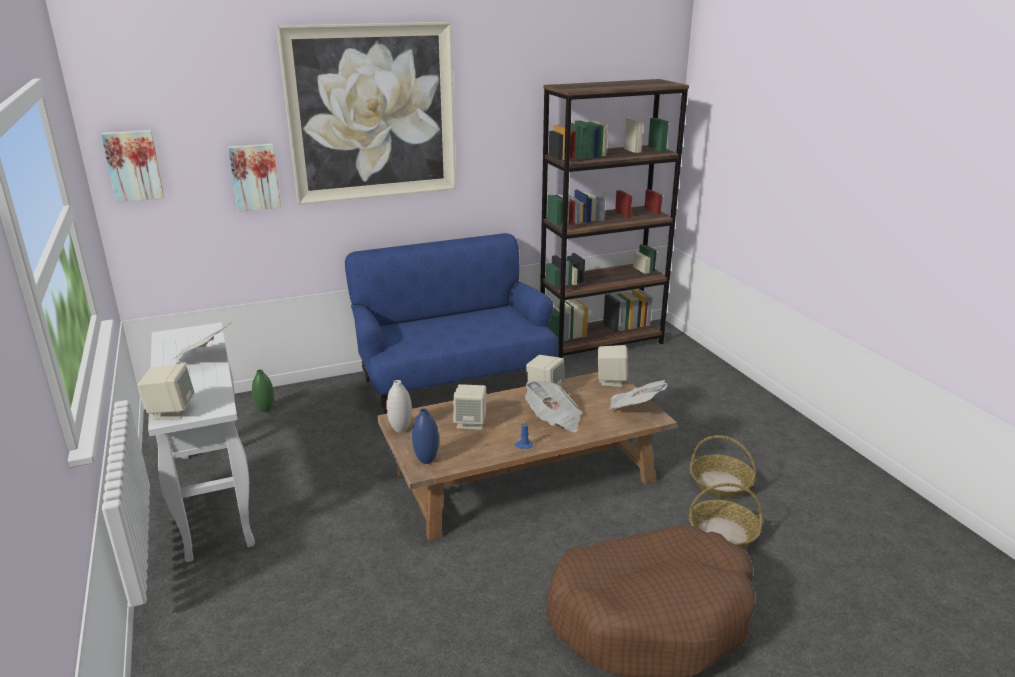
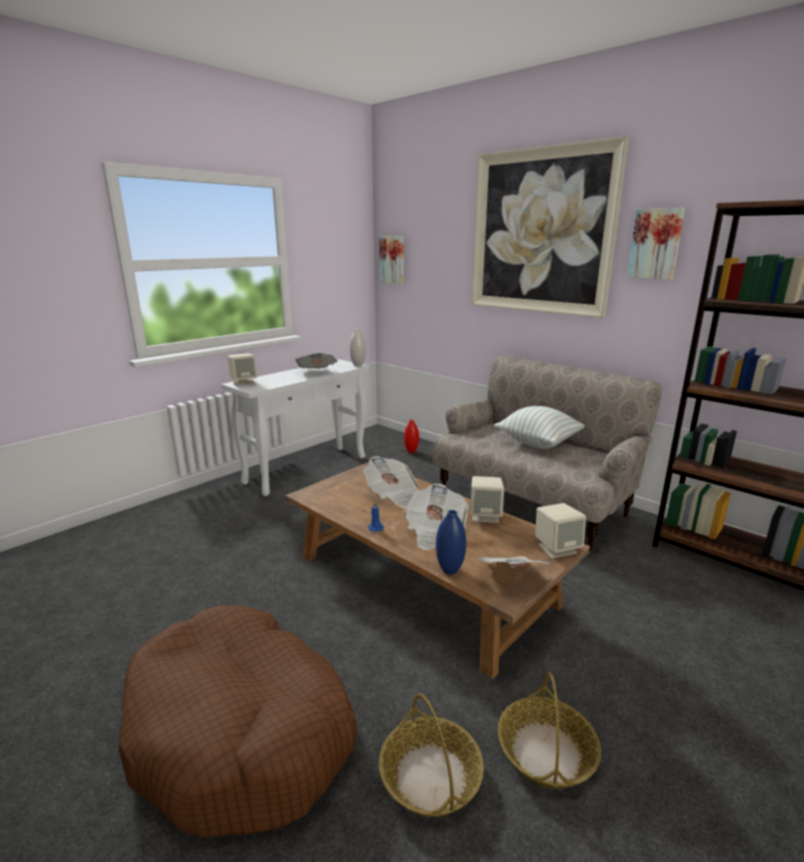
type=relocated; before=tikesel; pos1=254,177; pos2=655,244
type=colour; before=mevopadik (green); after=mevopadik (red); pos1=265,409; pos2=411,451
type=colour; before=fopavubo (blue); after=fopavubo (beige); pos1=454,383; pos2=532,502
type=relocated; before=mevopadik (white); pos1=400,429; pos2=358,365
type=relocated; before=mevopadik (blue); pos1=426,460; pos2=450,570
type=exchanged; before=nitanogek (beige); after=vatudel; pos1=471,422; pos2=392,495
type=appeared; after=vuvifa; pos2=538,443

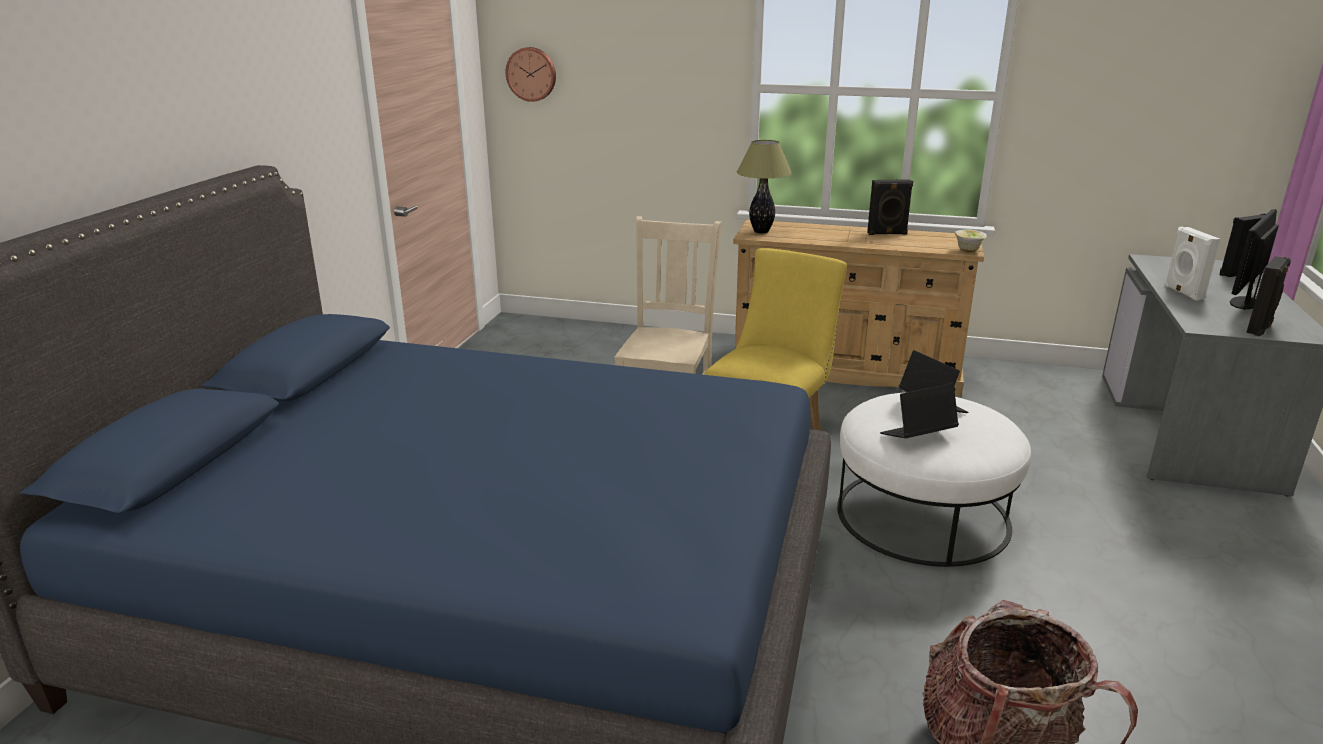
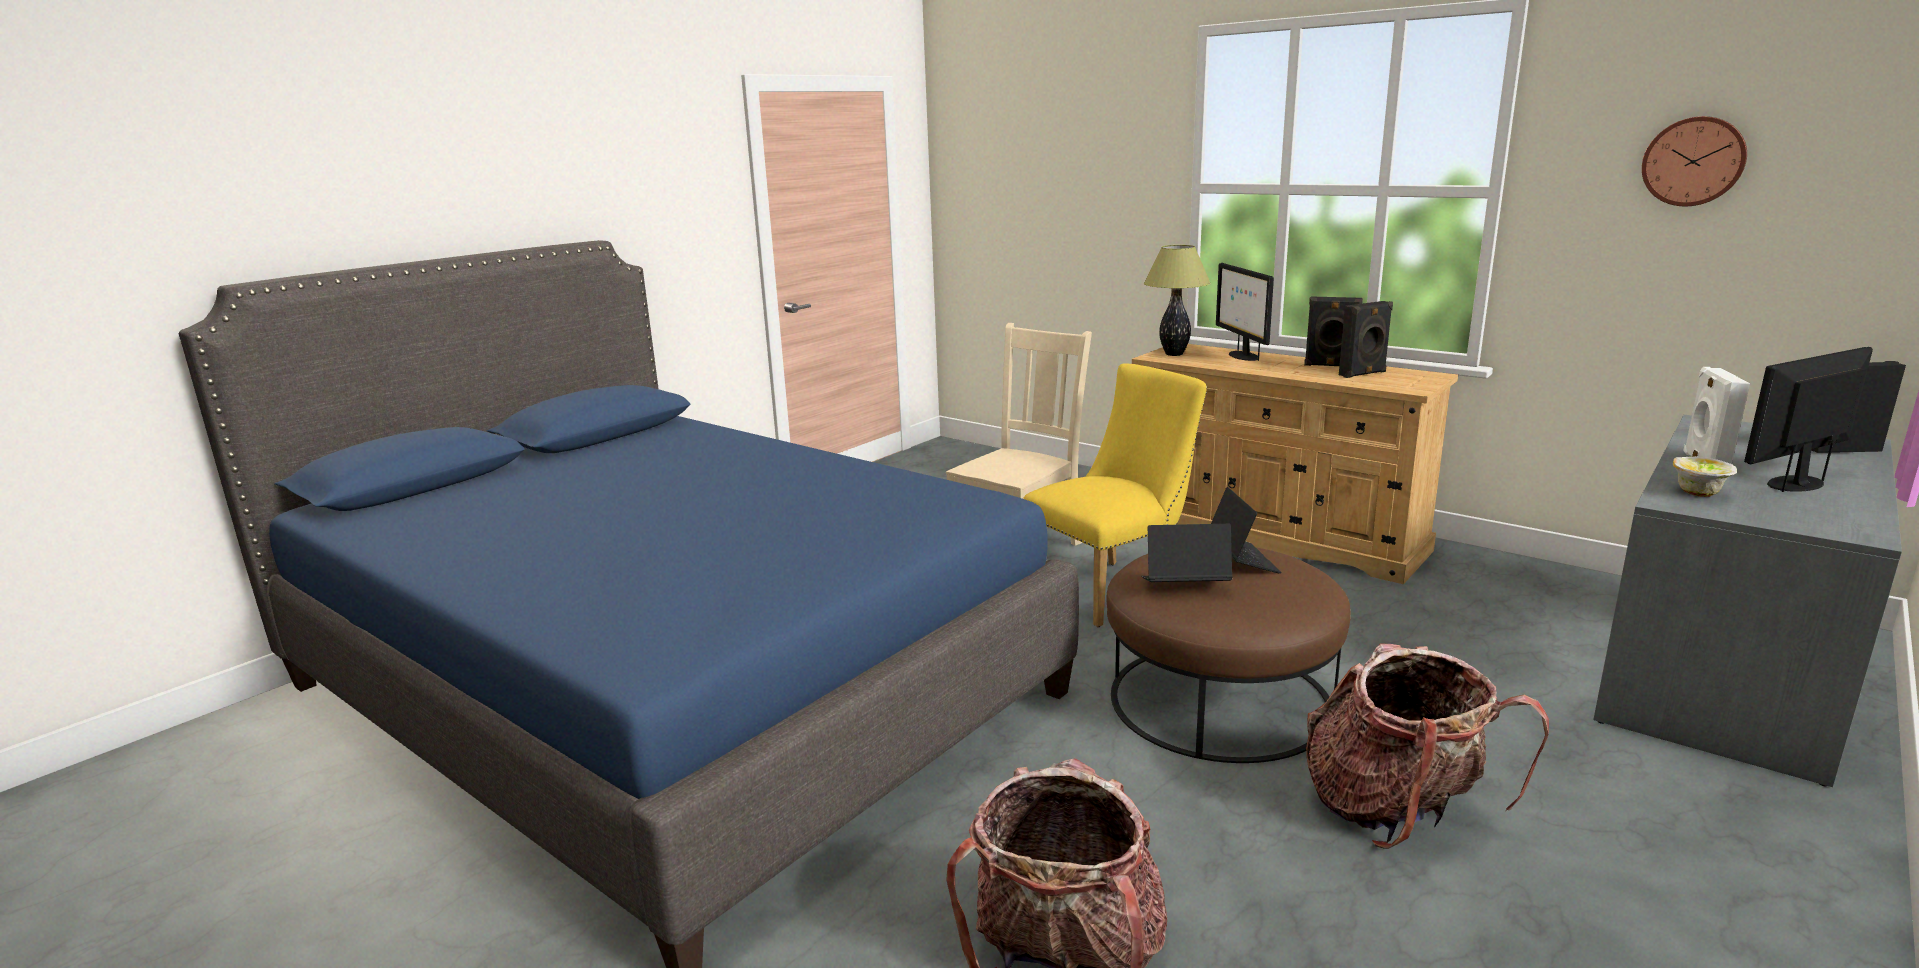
type=relocated; before=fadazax; pos1=531,74; pos2=1693,161
type=colour; before=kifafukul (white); after=kifafukul (brown); pos1=922,515; pos2=1219,699
type=relocated; before=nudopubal; pos1=968,250; pos2=1699,493
type=relocated; before=nitanogek (black); pos1=1260,328; pos2=1363,374
type=appeared; after=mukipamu; pos2=1242,356
type=appeared; after=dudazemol; pos2=1397,812

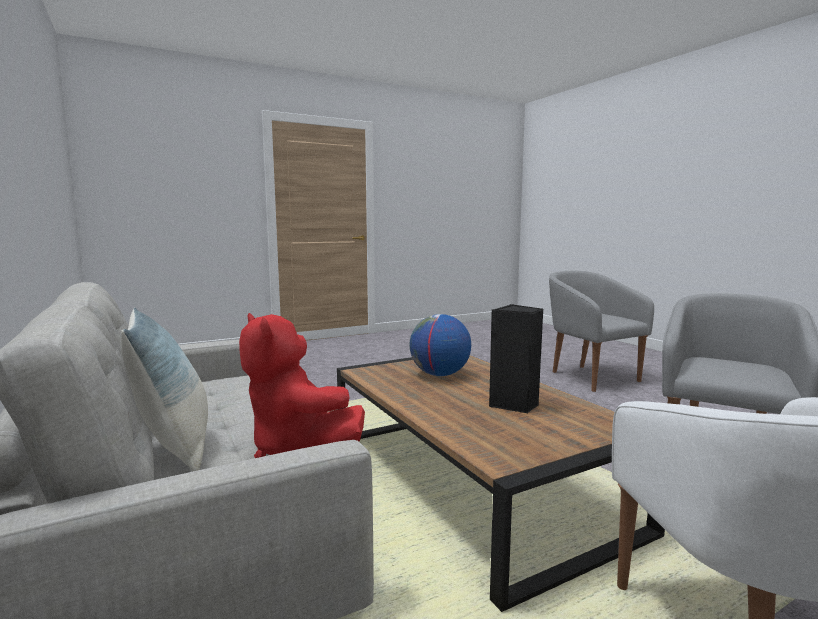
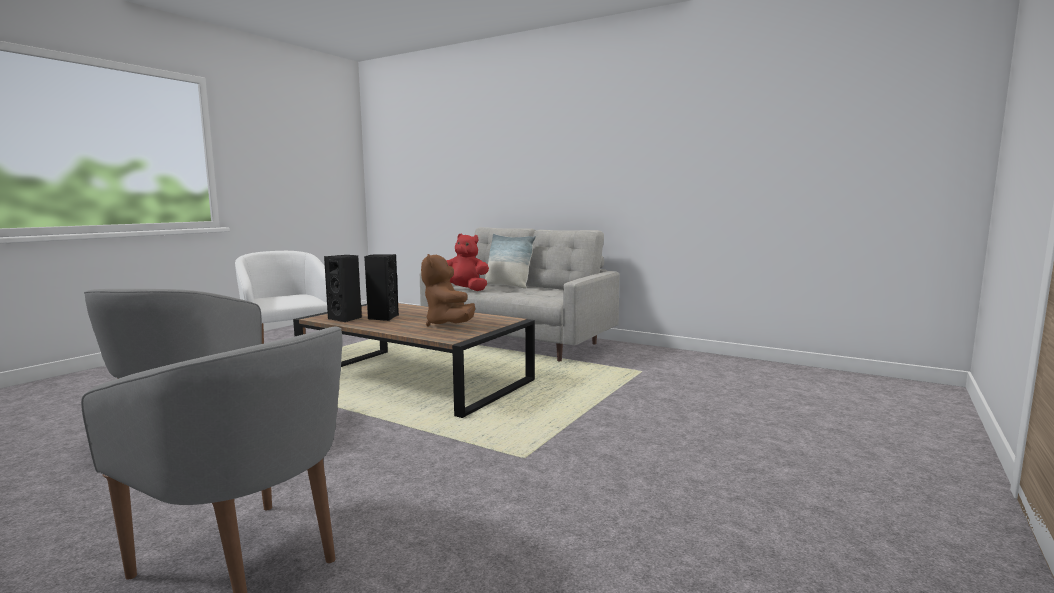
type=exchanged; before=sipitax; after=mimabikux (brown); pos1=439,374; pos2=448,324
type=appeared; after=nitanogek (black); pos2=346,318

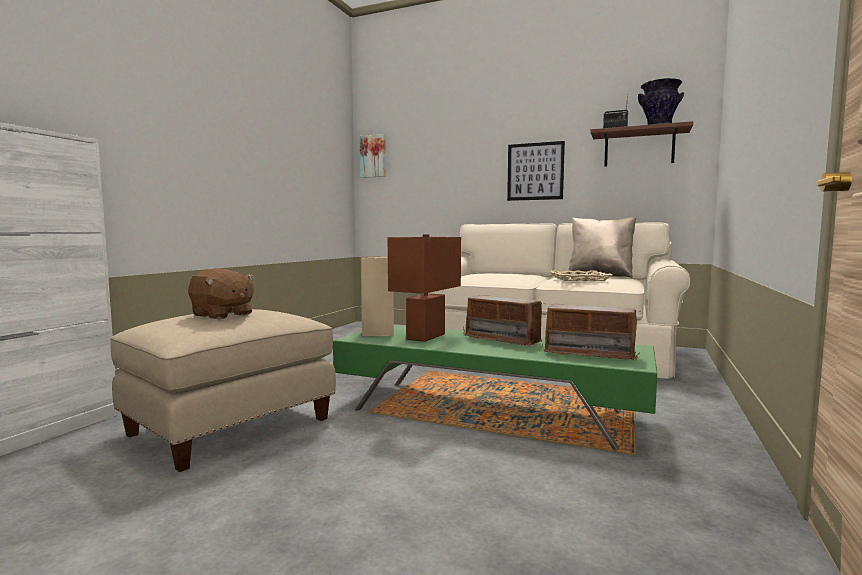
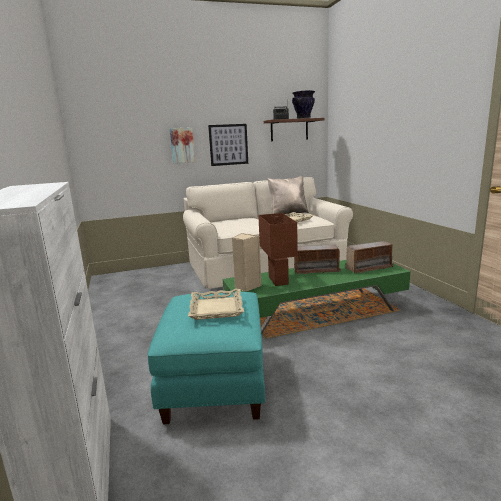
type=colour; before=kifafukul (beige); after=kifafukul (turquoise); pos1=230,426; pos2=214,383
type=exchanged; before=mimabikux (brown); after=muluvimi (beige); pos1=222,315; pos2=216,308
type=relocated; before=tikesel; pos1=373,156; pos2=182,145

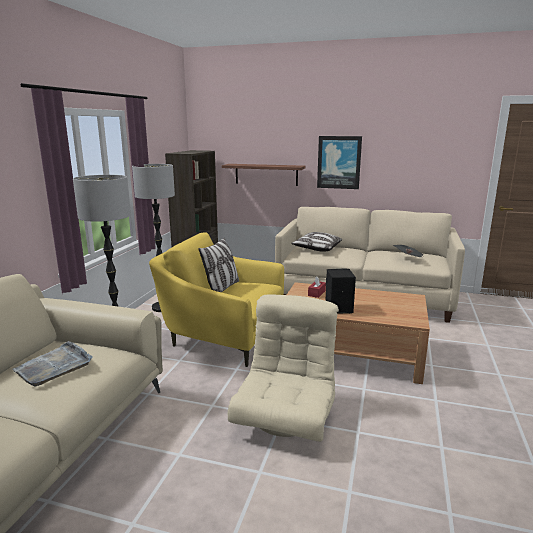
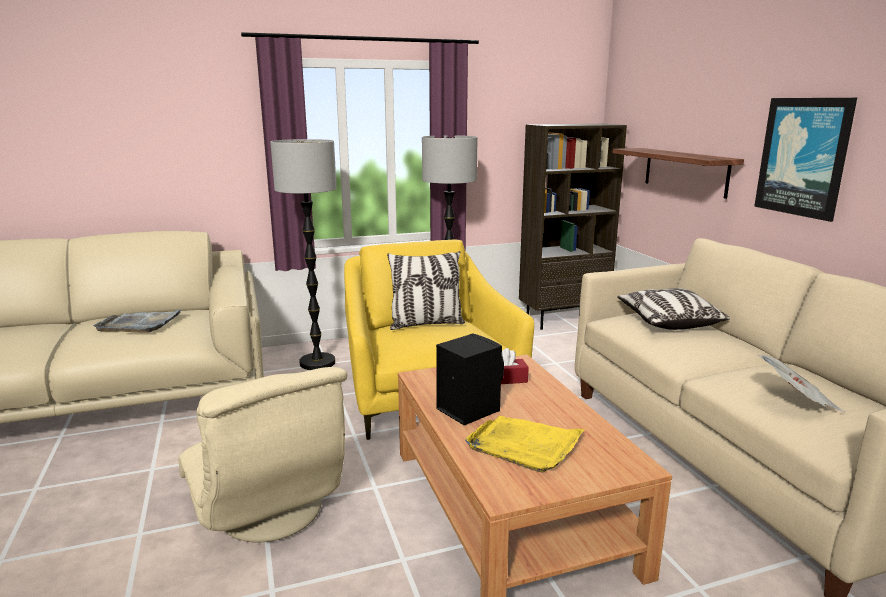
type=spun; before=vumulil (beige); pos1=286,417; pos2=268,512; turn=75
type=appeared; after=muluvimi (yellow); pos2=524,445

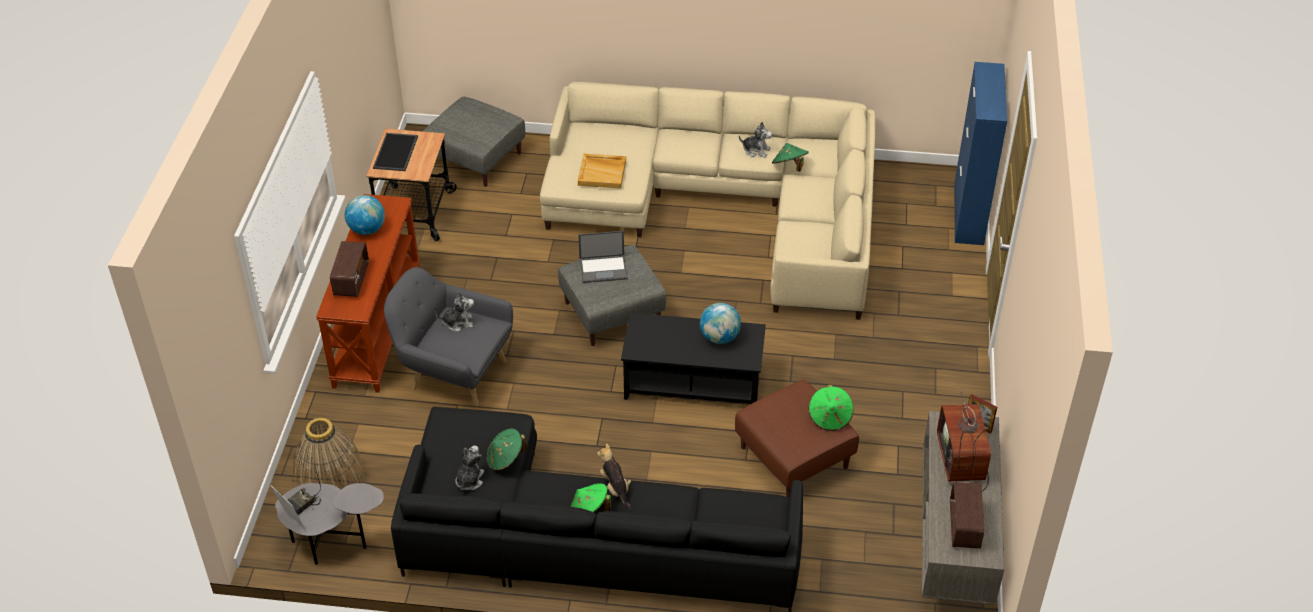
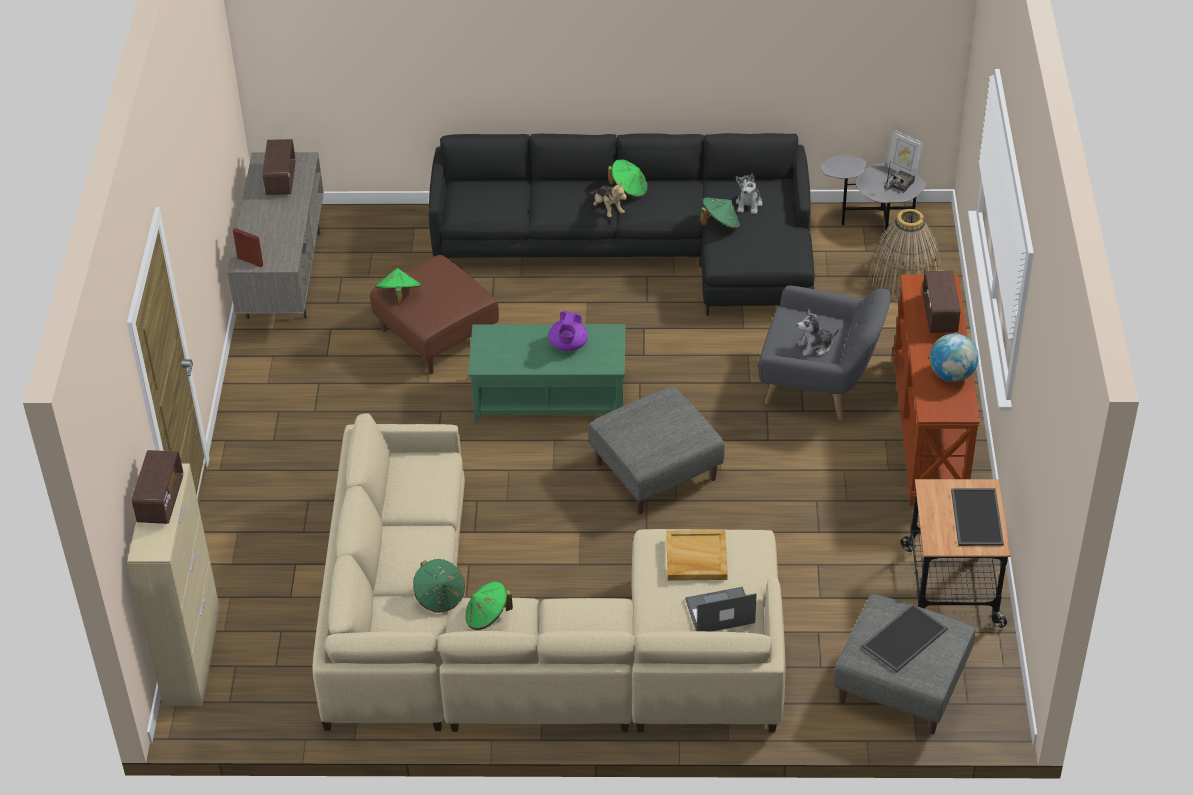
type=relocated; before=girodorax; pos1=604,268; pos2=719,612
type=colour; before=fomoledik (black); after=fomoledik (green); pos1=693,383; pos2=549,399
type=missing; before=sipitax; pos1=719,337
type=exchanged; before=mimabikux; after=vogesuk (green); pos1=756,150; pos2=487,616
type=missing; before=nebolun; pos1=963,461
type=colour; before=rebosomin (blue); after=rebosomin (beige); pos1=968,214; pos2=192,655
type=appeared; after=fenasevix; pos2=160,500
type=appeared; after=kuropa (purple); pos2=568,345
type=appeared; after=muluvimi; pos2=904,637

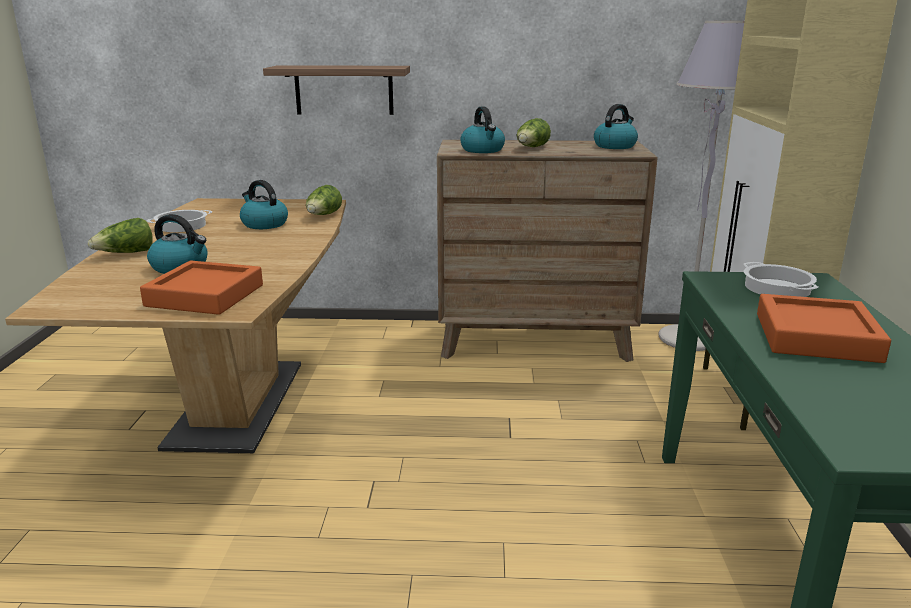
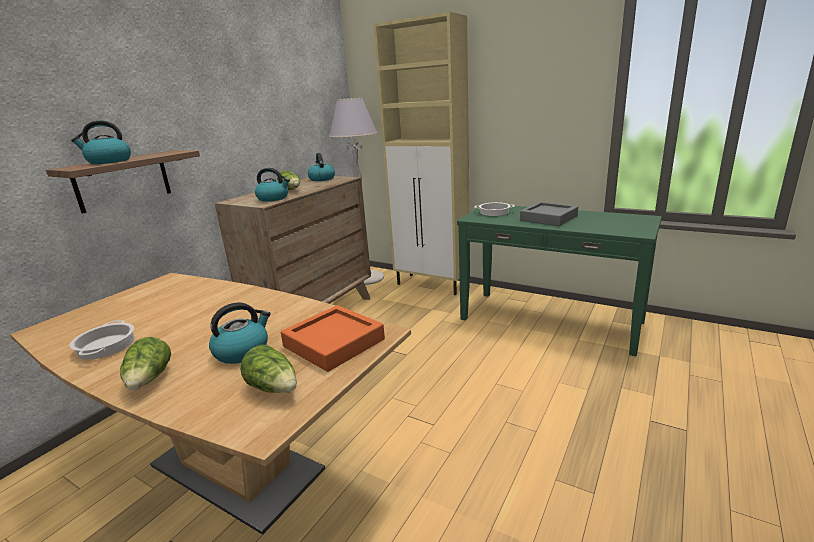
type=relocated; before=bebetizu; pos1=264,224; pos2=108,161
type=relocated; before=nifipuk; pos1=323,216; pos2=274,388
type=colour; before=muluvimi (orange); after=muluvimi (grey); pos1=816,337; pos2=548,218

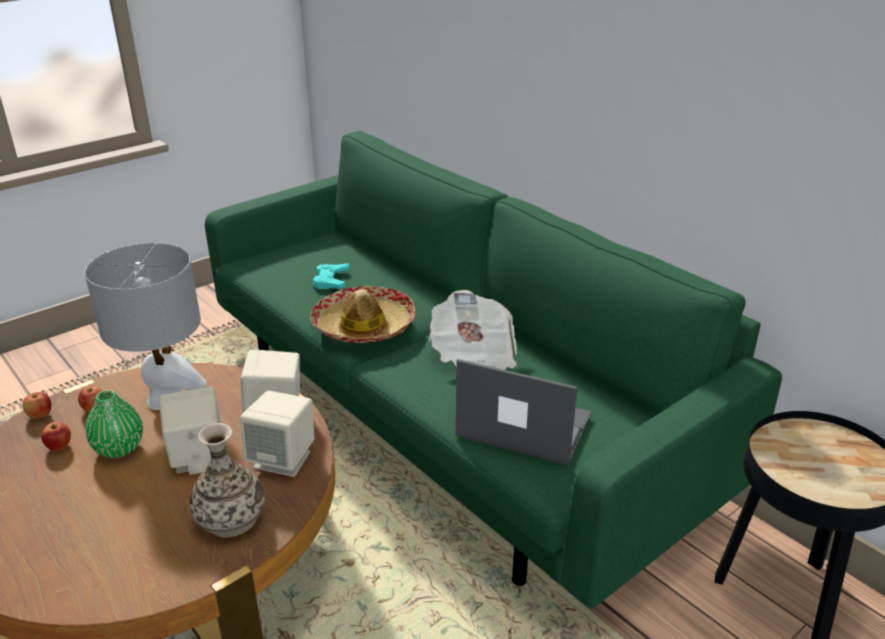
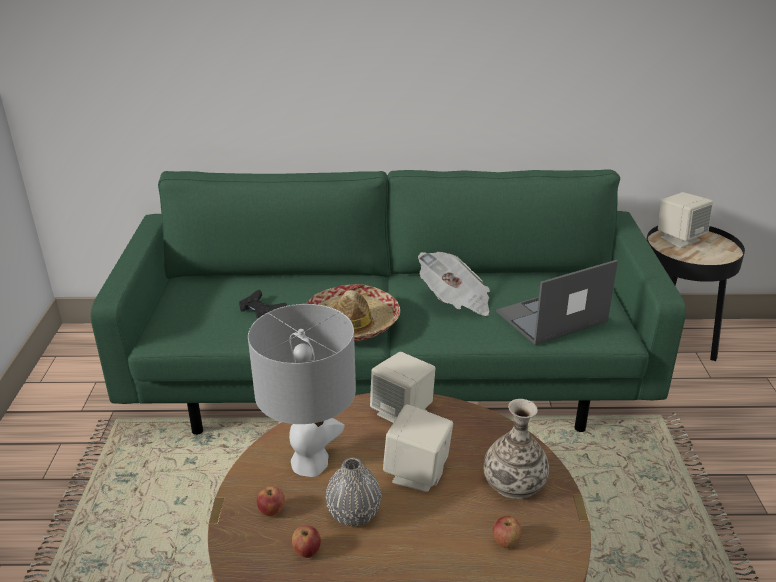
type=relocated; before=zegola; pos1=40,415; pos2=505,542
type=colour; before=mevopadik (green); after=mevopadik (grey); pos1=119,448; pos2=354,514
type=relocated; before=nitanogek (beige); pos1=283,459; pos2=679,239
type=colour; before=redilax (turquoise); after=redilax (black); pos1=331,280; pos2=261,310

